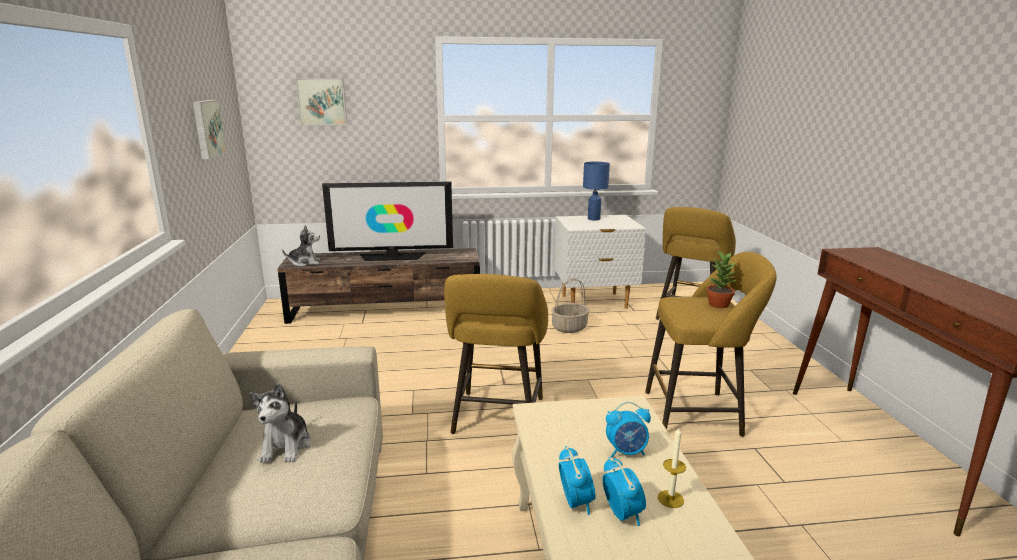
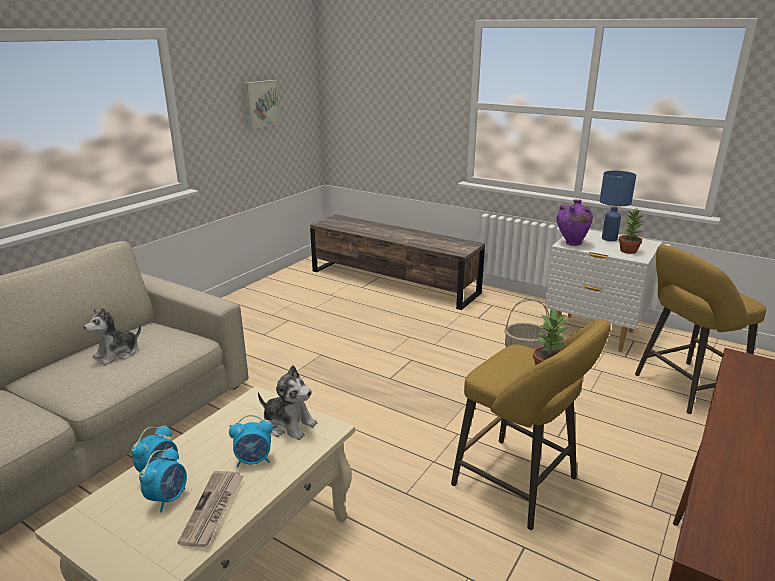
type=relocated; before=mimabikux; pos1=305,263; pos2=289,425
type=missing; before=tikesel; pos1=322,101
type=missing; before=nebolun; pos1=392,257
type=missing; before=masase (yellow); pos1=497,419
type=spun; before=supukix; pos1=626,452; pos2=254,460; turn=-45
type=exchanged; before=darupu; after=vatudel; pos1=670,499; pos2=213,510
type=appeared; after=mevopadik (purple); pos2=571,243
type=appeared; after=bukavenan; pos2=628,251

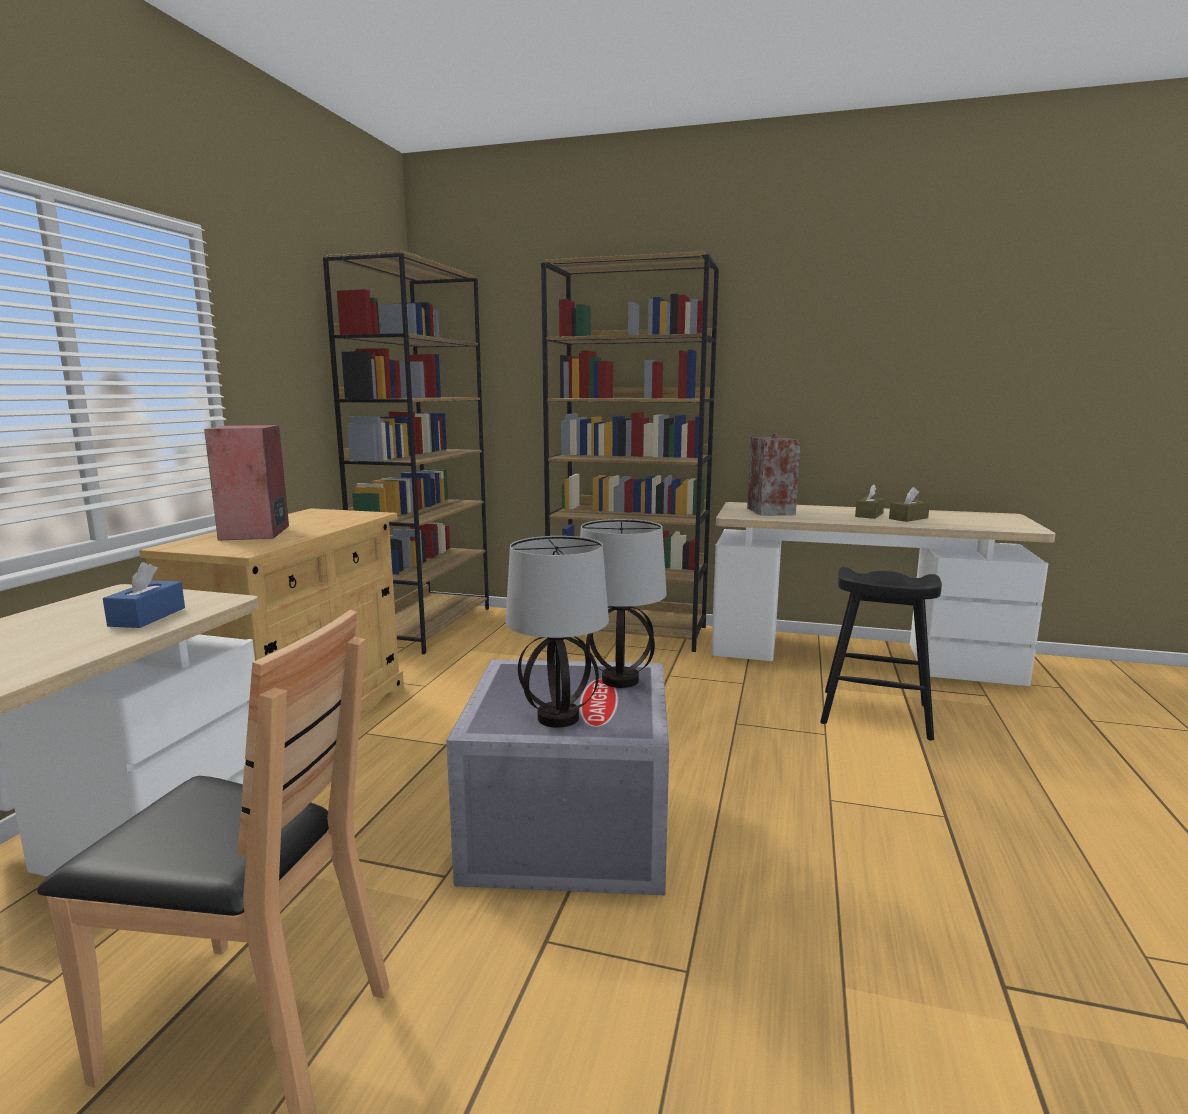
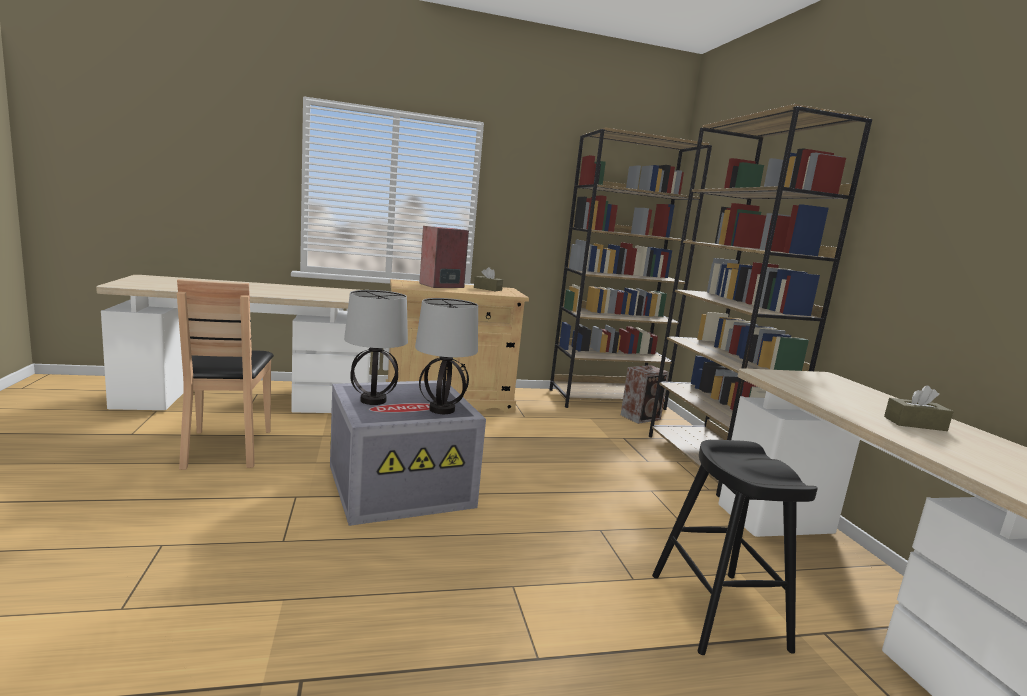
type=missing; before=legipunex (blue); pos1=147,617
type=relocated; before=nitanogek; pos1=770,511; pos2=641,417
type=relocated; before=legipunex (brown); pos1=908,518; pos2=487,289

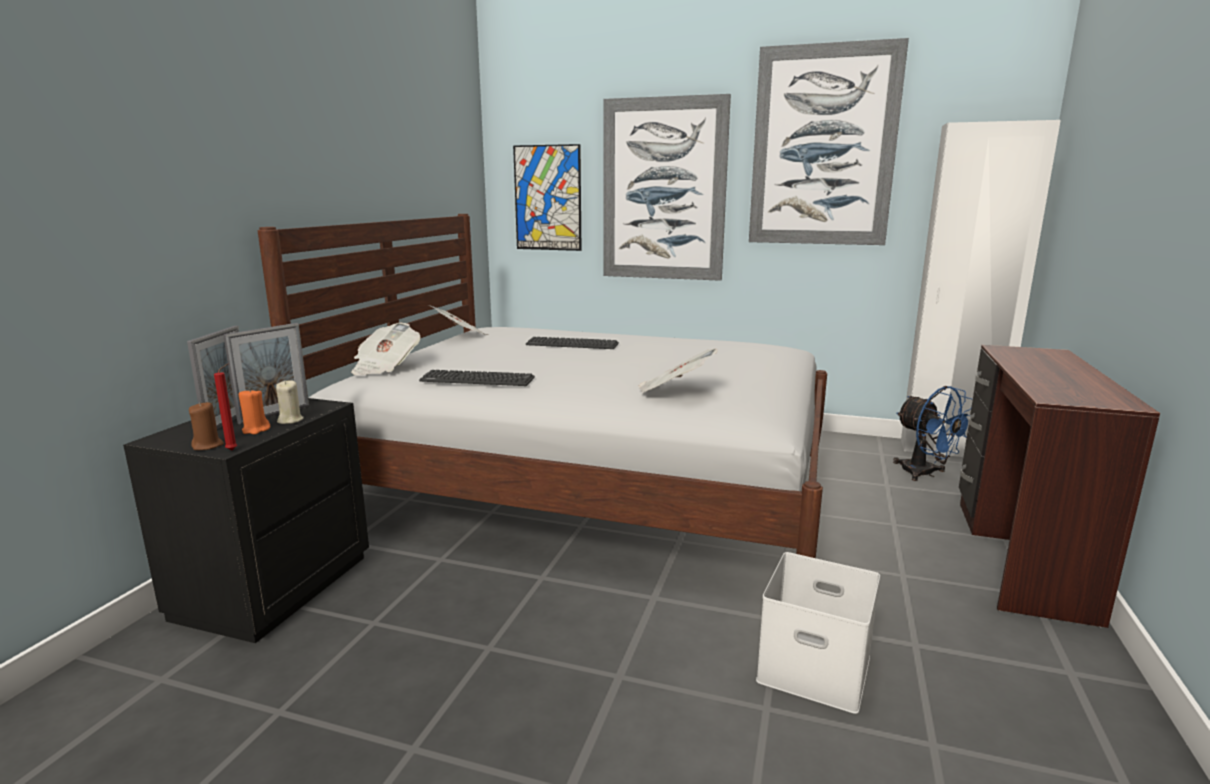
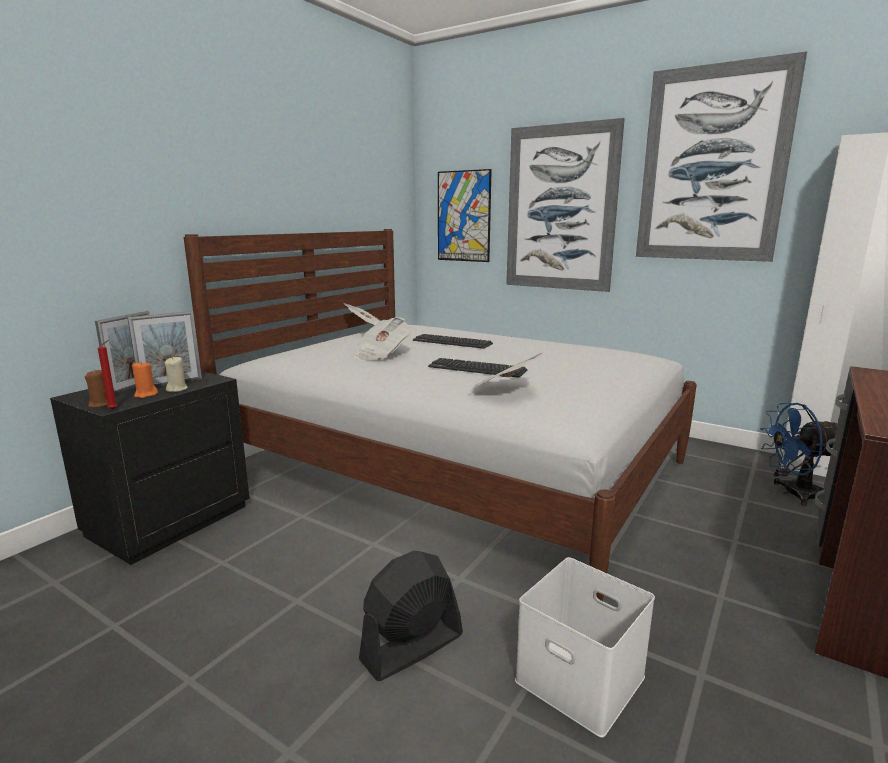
type=relocated; before=vatudel; pos1=385,367; pos2=381,354
type=relocated; before=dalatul; pos1=477,380; pos2=477,369
type=spun; before=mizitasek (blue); pos1=925,474; pos2=792,493; turn=105
type=appeared; after=mizitasek (black); pos2=411,647

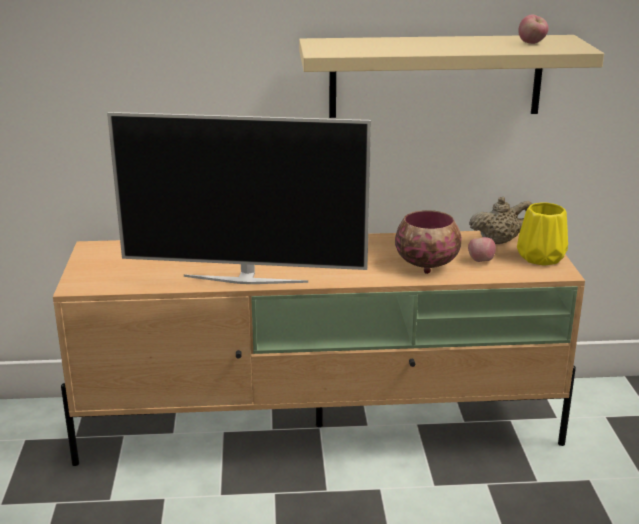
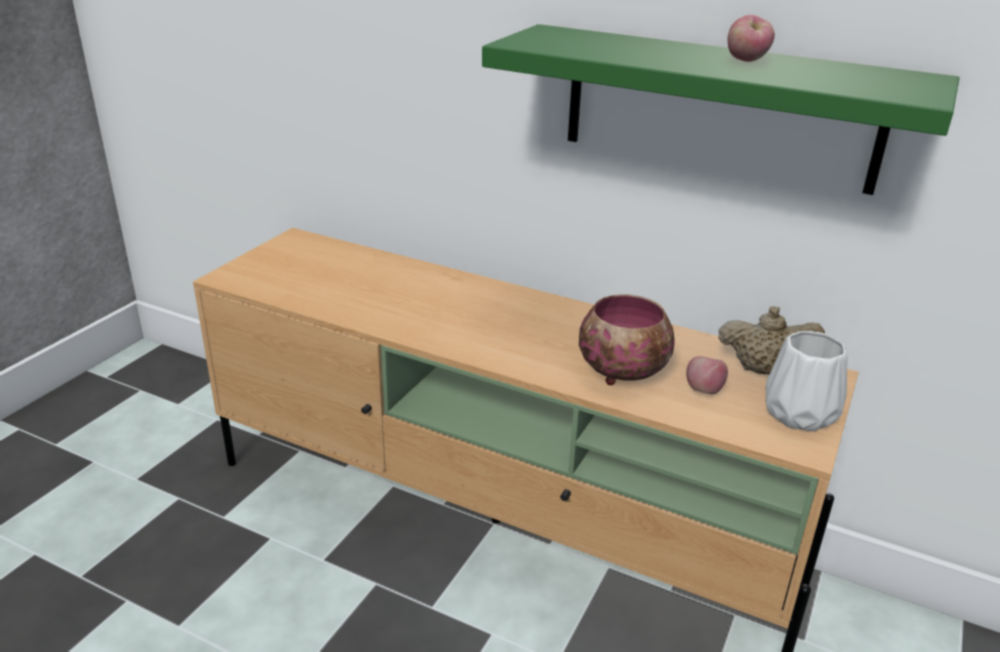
type=missing; before=nebolun; pos1=246,278
type=colour; before=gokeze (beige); after=gokeze (green); pos1=435,76; pos2=719,108
type=colour; before=mevopadik (yellow); after=mevopadik (white); pos1=541,257; pos2=801,413
type=relocated; before=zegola; pos1=532,43; pos2=746,61

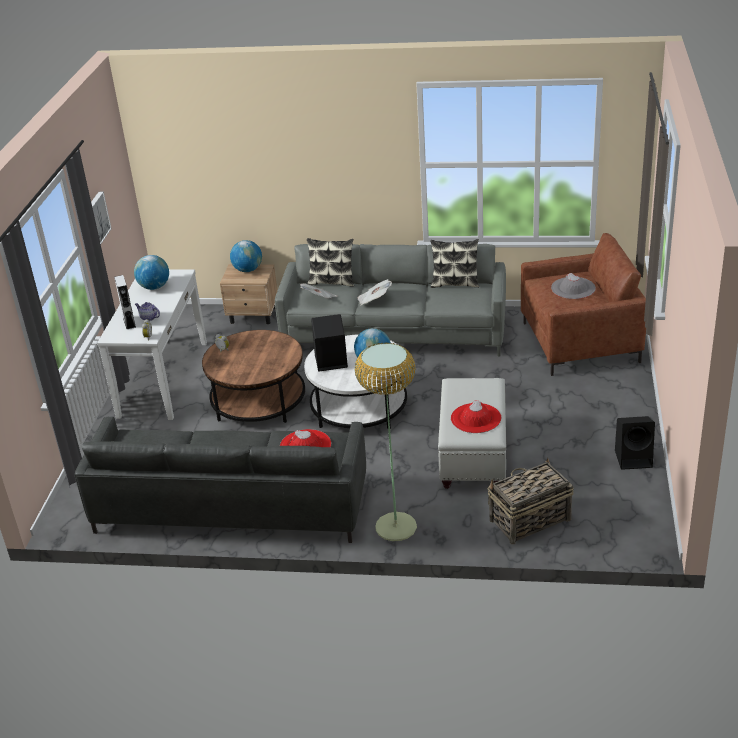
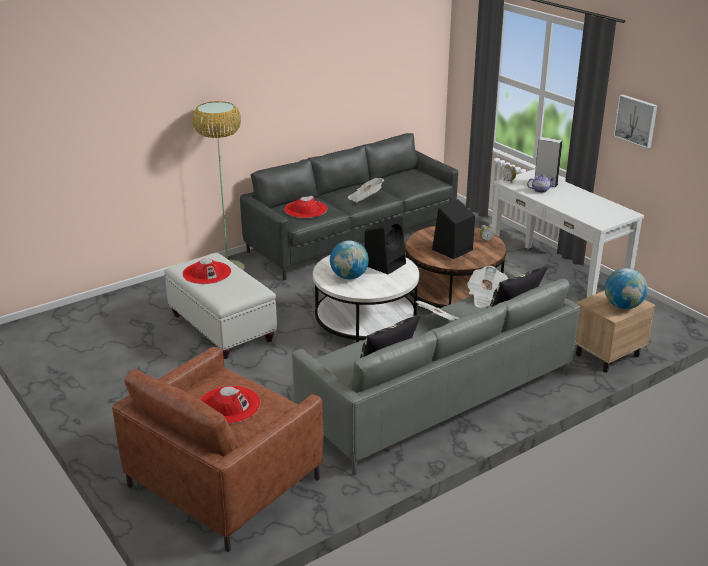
type=missing; before=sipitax; pos1=154,287
type=missing; before=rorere; pos1=529,520
type=colour; before=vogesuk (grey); after=vogesuk (red); pos1=573,288; pos2=229,405
type=relocated; before=nitanogek (black); pos1=634,458; pos2=452,250
type=appeared; after=vatudel; pos2=365,198

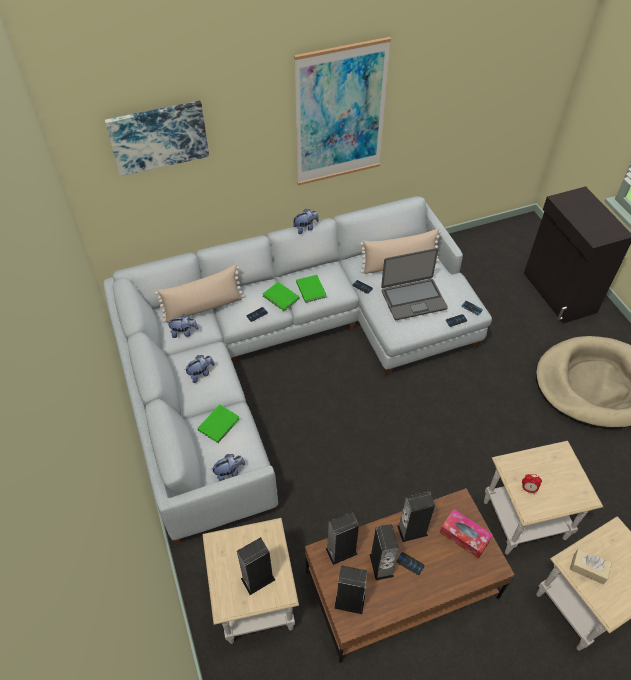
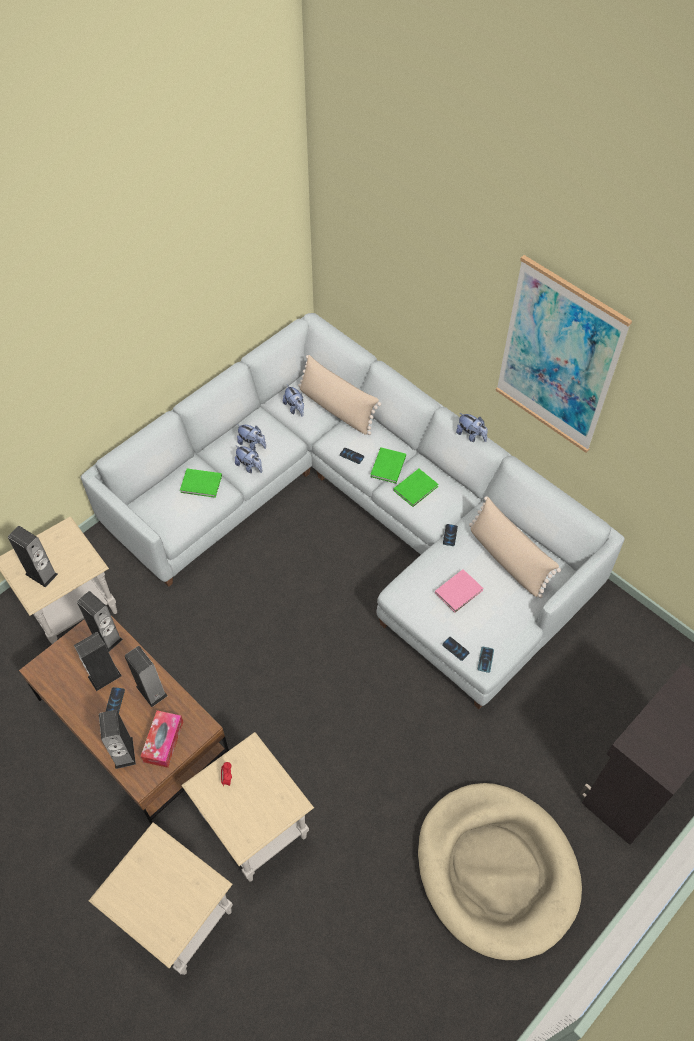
type=missing; before=tikesel; pos1=158,137
type=relocated; before=mimabikux; pos1=229,472; pos2=249,466
type=relocated; before=nitanogek; pos1=349,601; pos2=124,752
type=exchanged; before=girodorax; after=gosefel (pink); pos1=413,299; pos2=460,591
type=missing; before=legipunex (beige); pos1=588,569

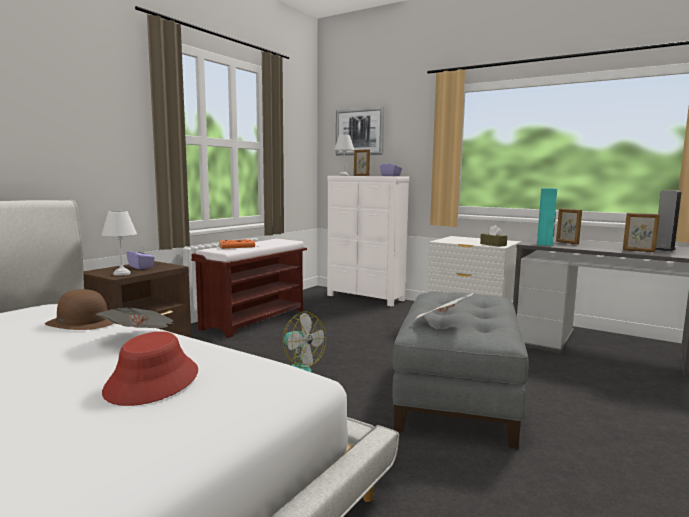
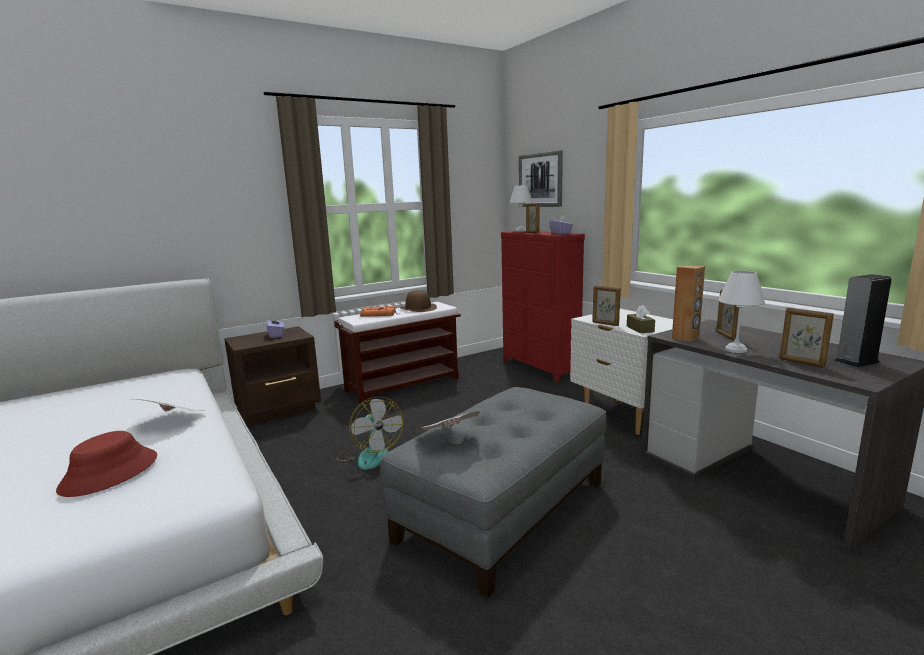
type=relocated; before=vogesuk (brown); pos1=83,321; pos2=418,308
type=relocated; before=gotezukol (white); pos1=122,274; pos2=737,350
type=colour; before=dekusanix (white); after=dekusanix (red); pos1=365,298; pos2=539,368
type=colour; before=nitanogek (turquoise); after=nitanogek (brown); pos1=545,244; pos2=685,338
type=appeared; after=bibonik; pos2=605,324

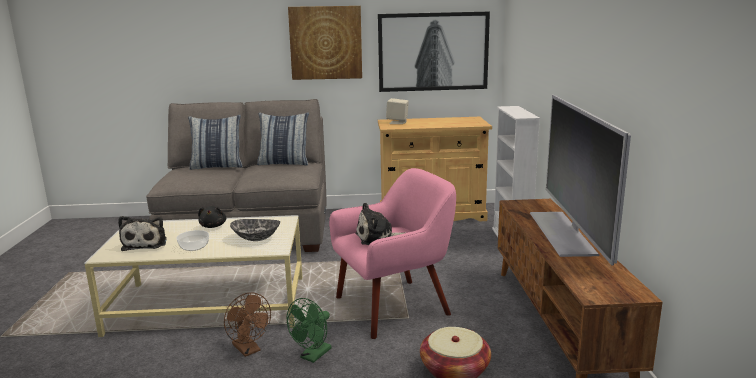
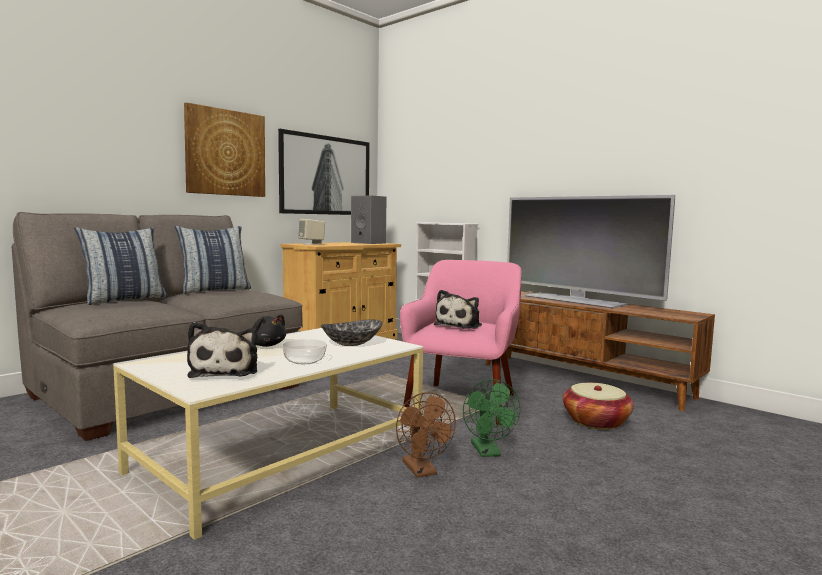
type=spun; before=mimabikux; pos1=146,243; pos2=225,371; turn=45
type=spun; before=mizitasek (brown); pos1=249,350; pos2=422,471; turn=60
type=appeared; after=nitanogek (grey); pos2=369,243

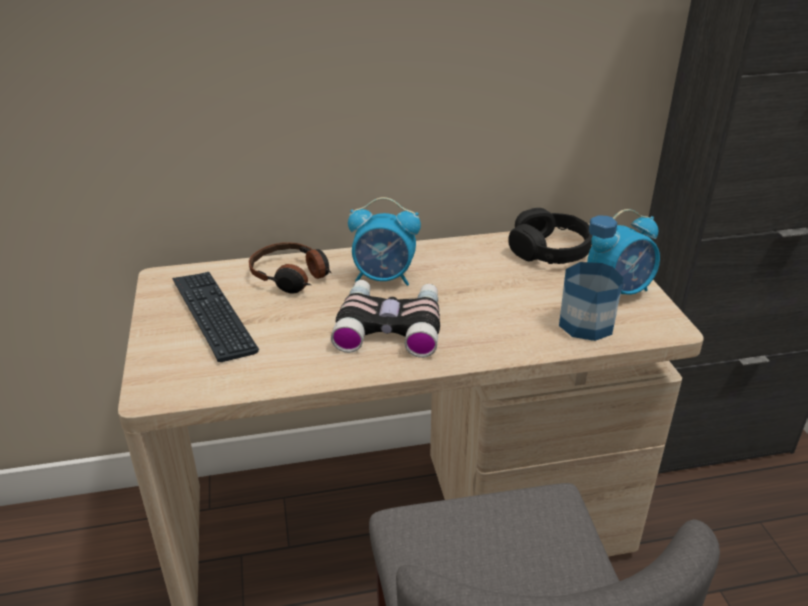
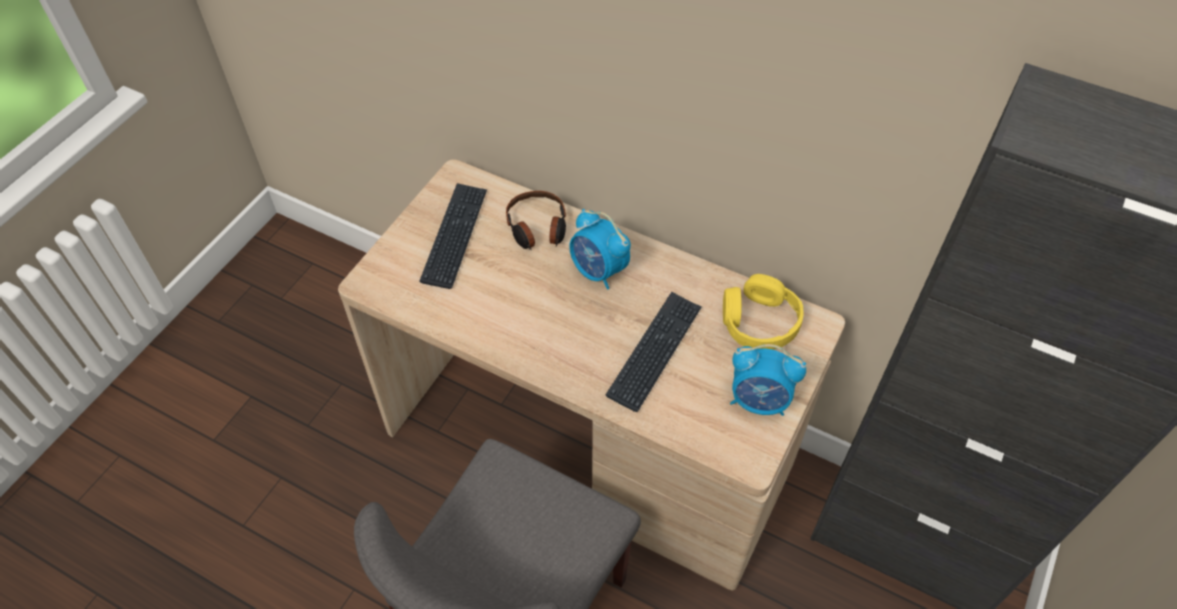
type=missing; before=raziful; pos1=390,326
type=colour; before=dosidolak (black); after=dosidolak (yellow); pos1=549,250; pos2=759,322
type=missing; before=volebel; pos1=586,324
type=appeared; after=dalatul; pos2=655,351

